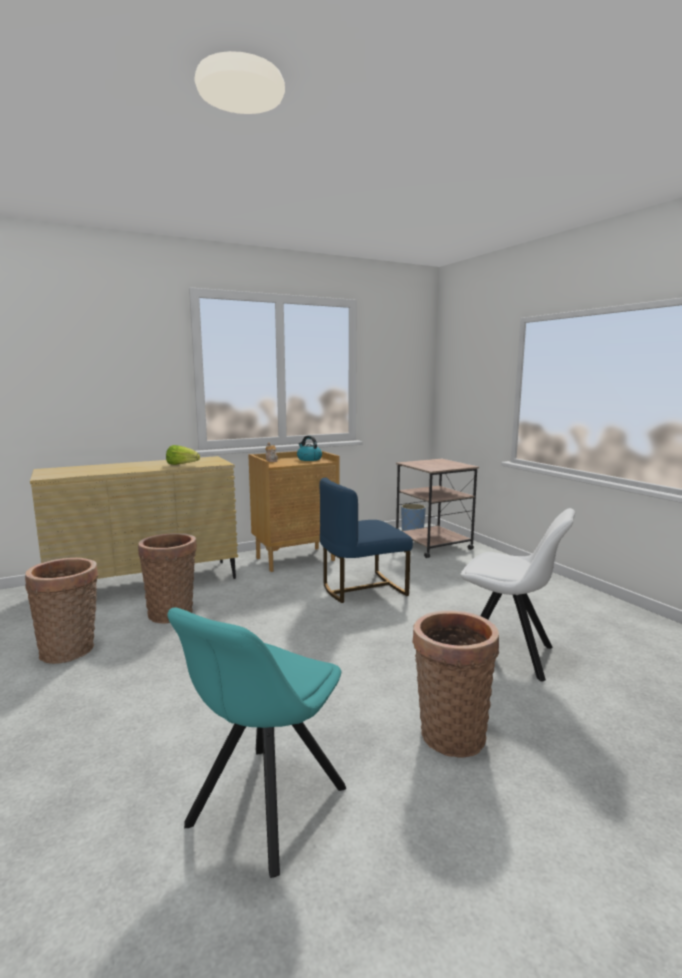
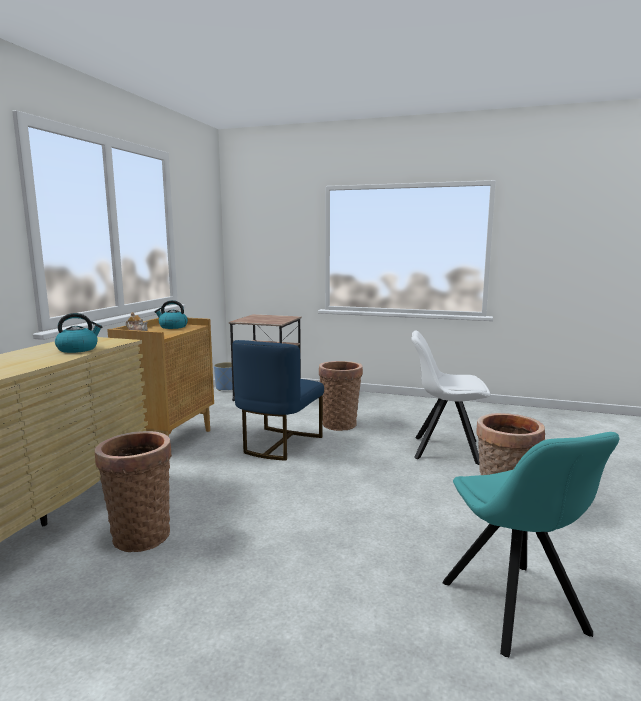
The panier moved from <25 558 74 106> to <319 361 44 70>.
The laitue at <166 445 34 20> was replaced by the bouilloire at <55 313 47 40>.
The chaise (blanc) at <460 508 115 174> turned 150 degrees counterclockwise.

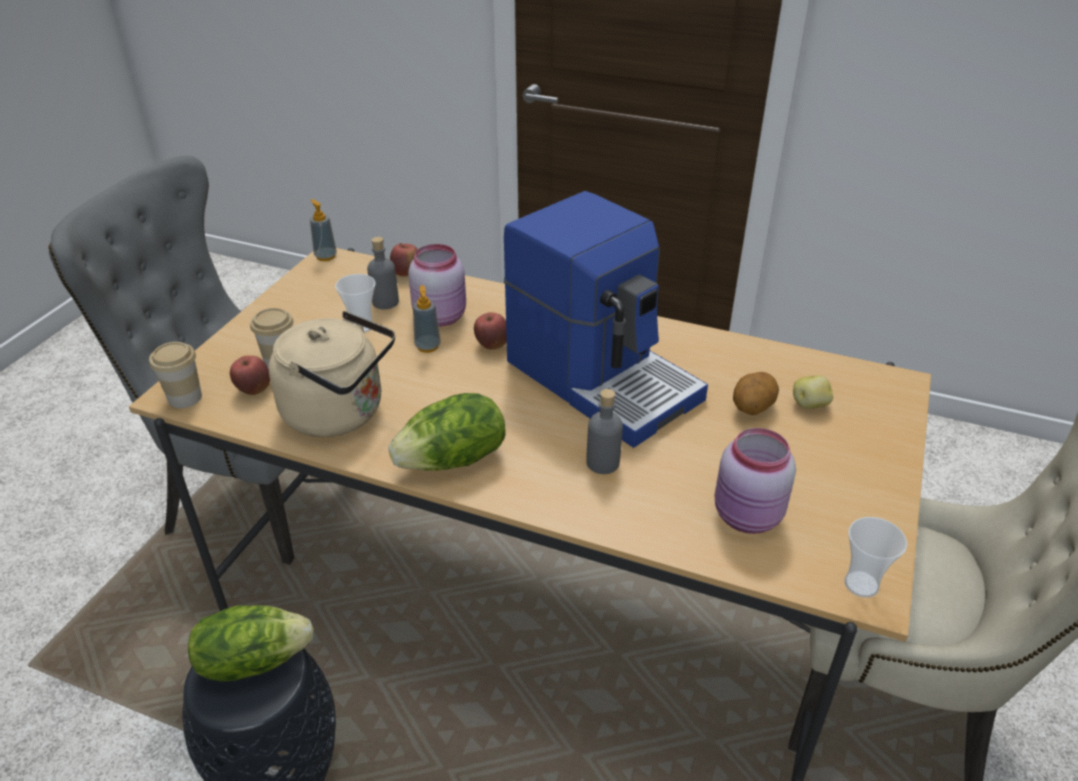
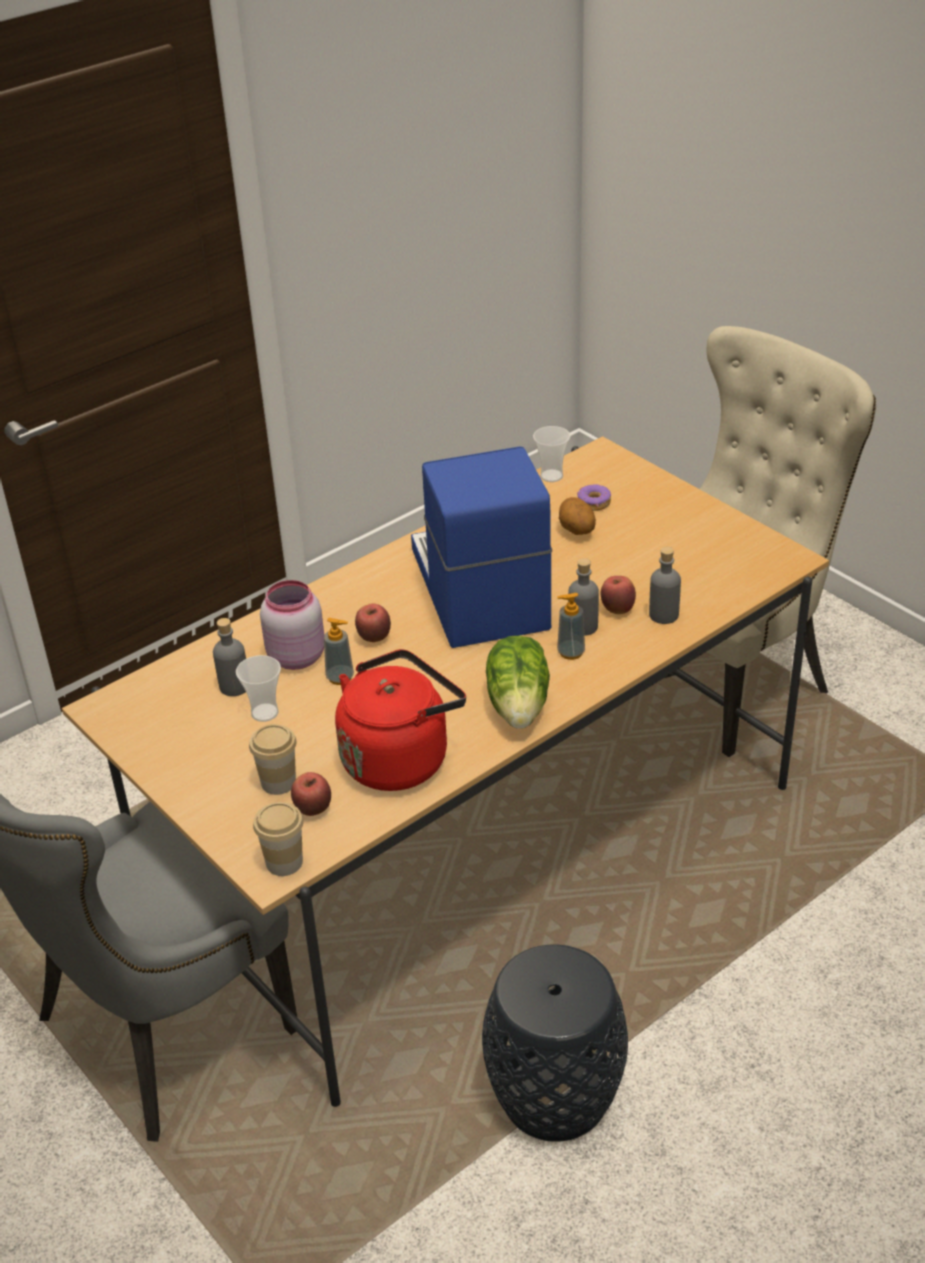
The laitue at <188 605 126 77> disappeared.
The bouilloire (beige) at <268 311 127 126> became the bouilloire (rouge) at <335 649 131 142>.
The distributeur de savon moved from <310 199 27 62> to <557 593 28 67>.
The pomme moved from <390 243 28 34> to <601 576 35 38>.
The machine à café at <504 191 204 257> turned 90 degrees counterclockwise.
The bocal (rose) at <715 428 81 106> disappeared.
The pomme de terre at <793 375 40 34> was replaced by the beignet at <577 484 34 27>.
The tasse moved from <844 517 63 81> to <533 426 37 56>.
The bouteille (gris) at <649 547 32 77> appeared.

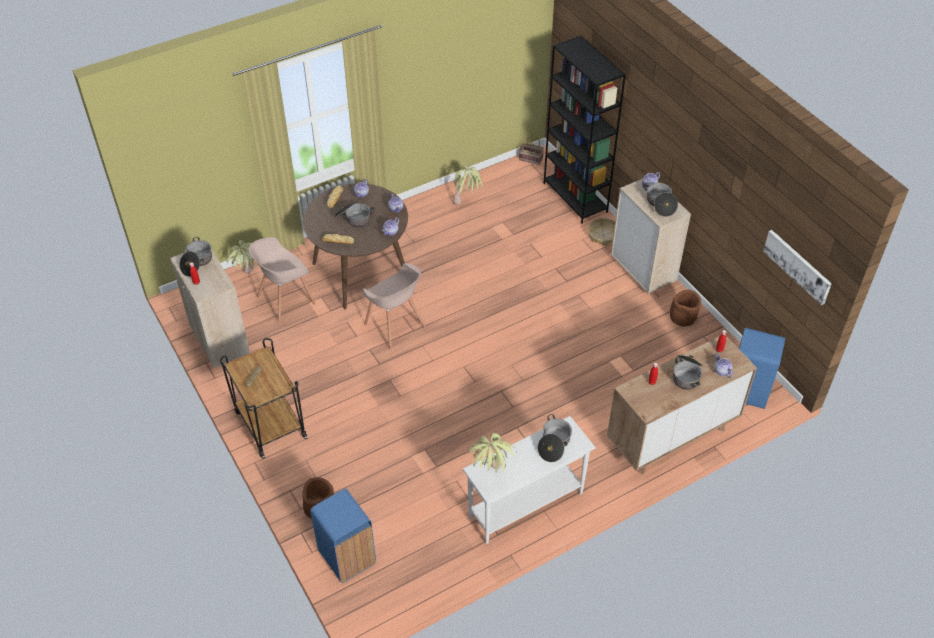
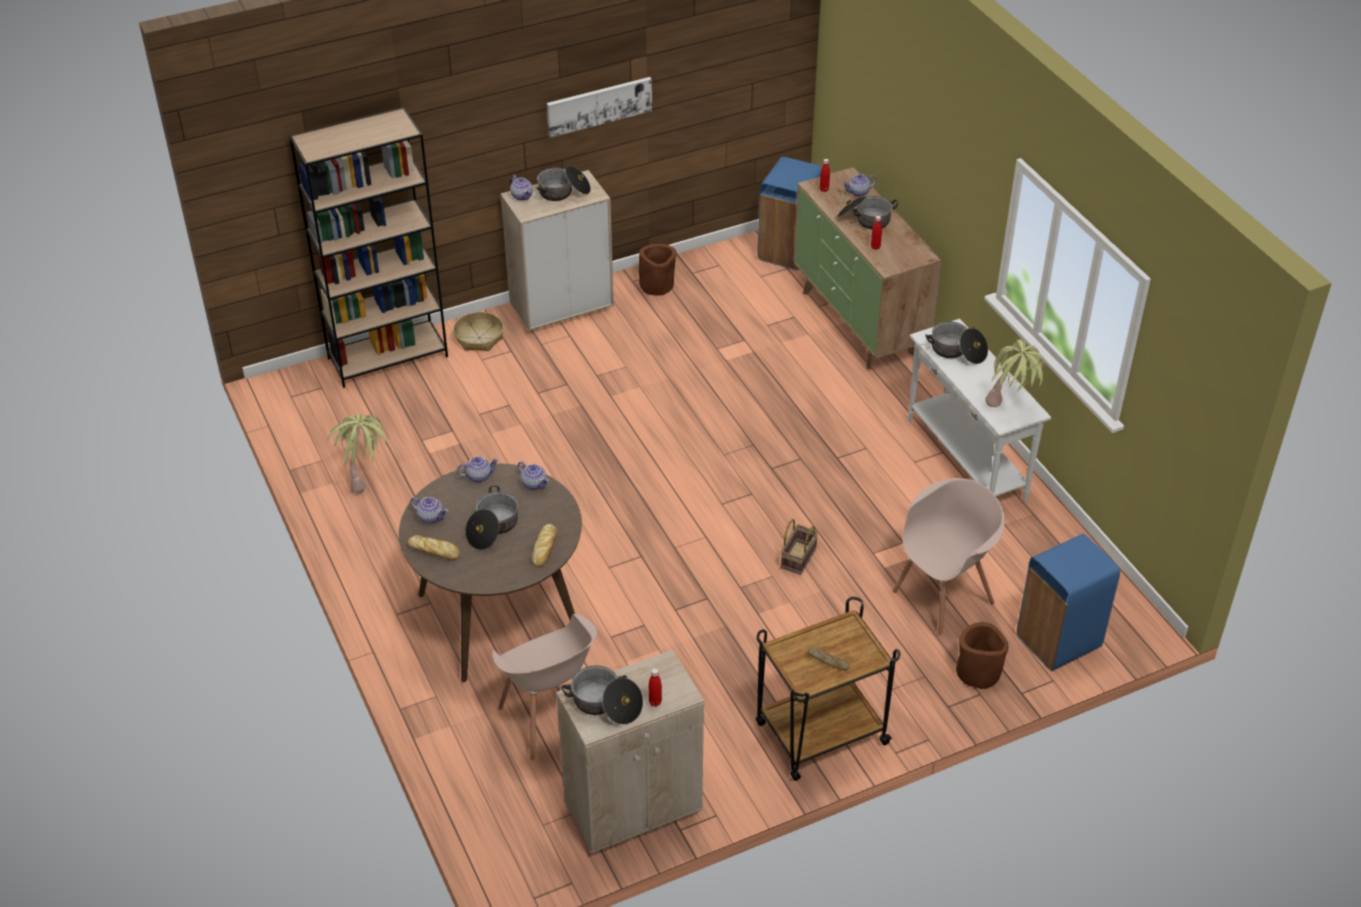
The plante en pot at <226 240 33 34> disappeared.
The chaise (beige) moved from <362 263 63 86> to <893 478 112 156>.
The panier moved from <519 135 25 30> to <781 519 37 56>.
The bibliothèque (noir) at <543 36 83 188> became the bibliothèque (beige) at <289 107 159 281>.
The tableau moved from <763 230 69 75> to <547 77 105 61>.

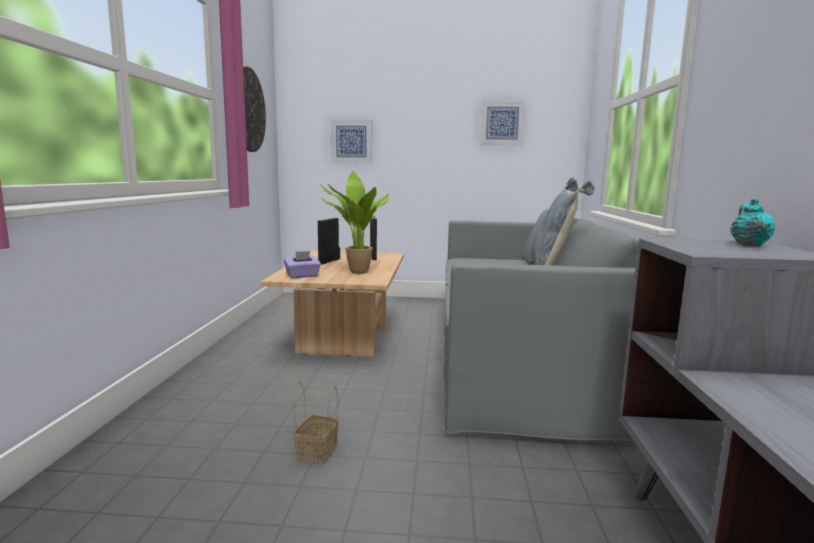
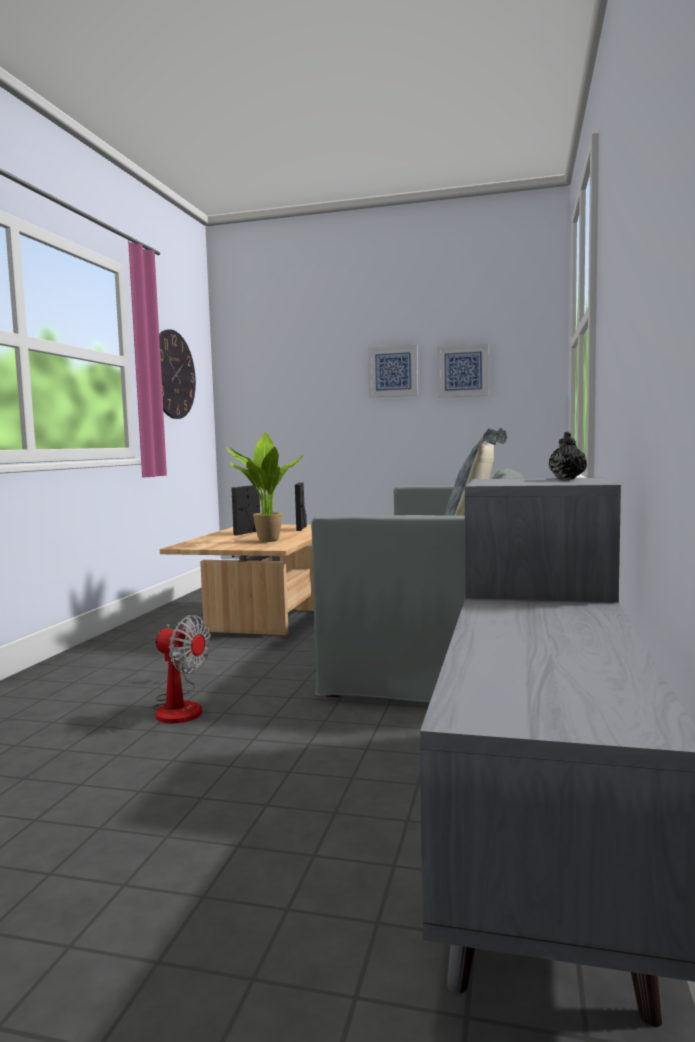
The boîte à mouchoirs (violet) at <284 251 37 27> disappeared.
The panier at <293 380 46 85> was replaced by the ventilateur at <152 615 59 109>.
The tableau moved from <330 119 42 44> to <368 345 50 53>.
The théière (turquoise) at <730 198 45 48> became the théière (noir) at <549 432 38 48>.

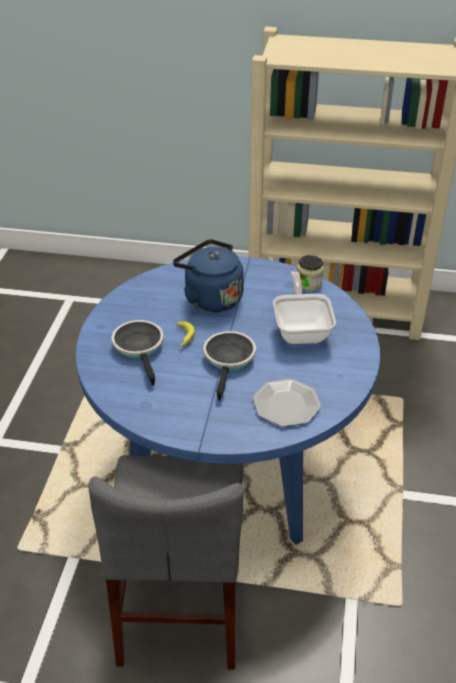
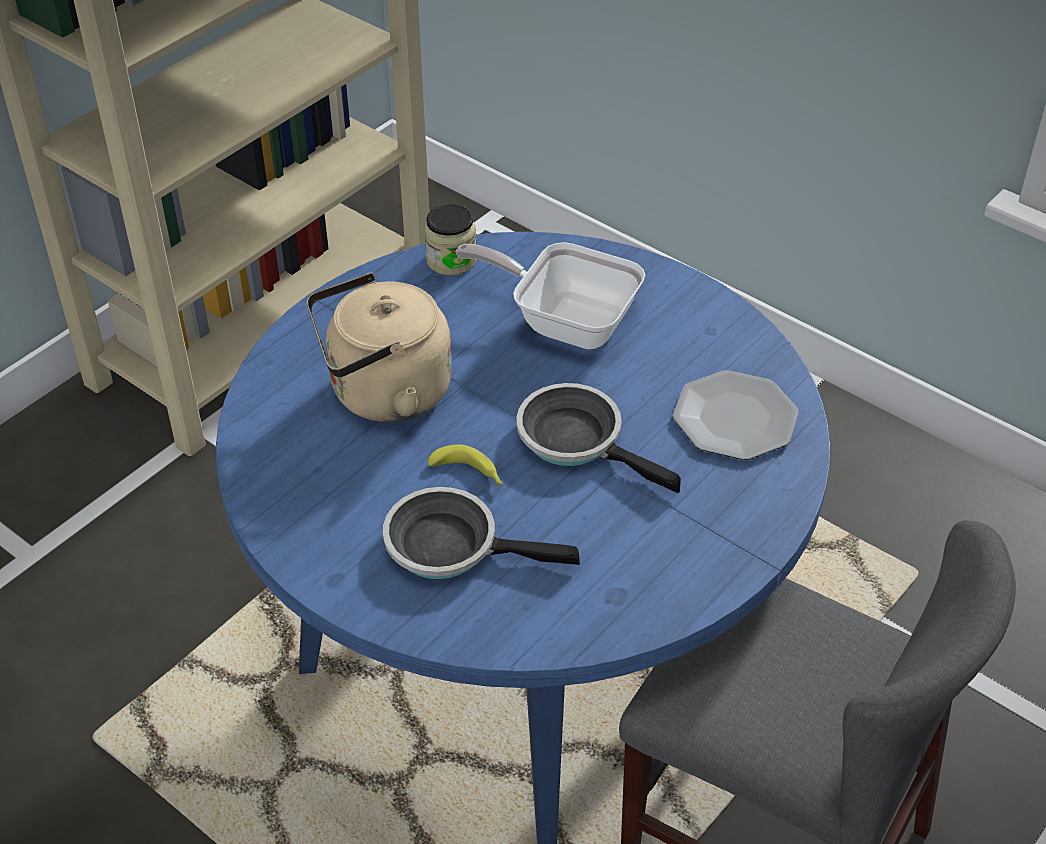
The bouilloire (bleu) at <173 239 71 73> became the bouilloire (beige) at <307 273 145 149>.

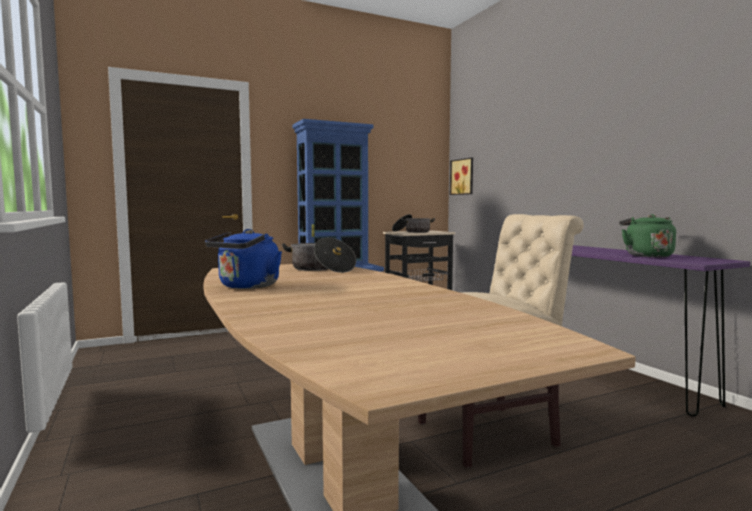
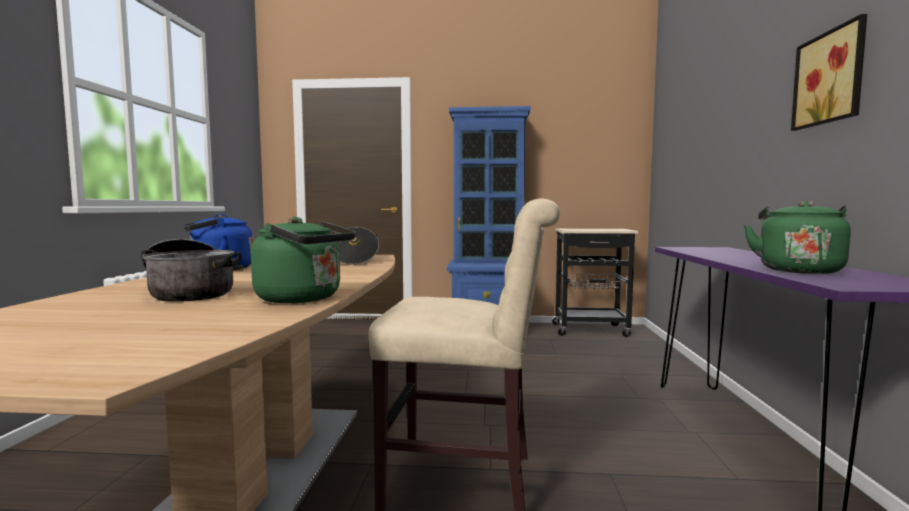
The marmite moved from <392 214 43 19> to <141 239 100 63>.
The tableau moved from <450 157 23 38> to <791 14 76 117>.
The bouilloire (vert) at <251 217 105 86> appeared.

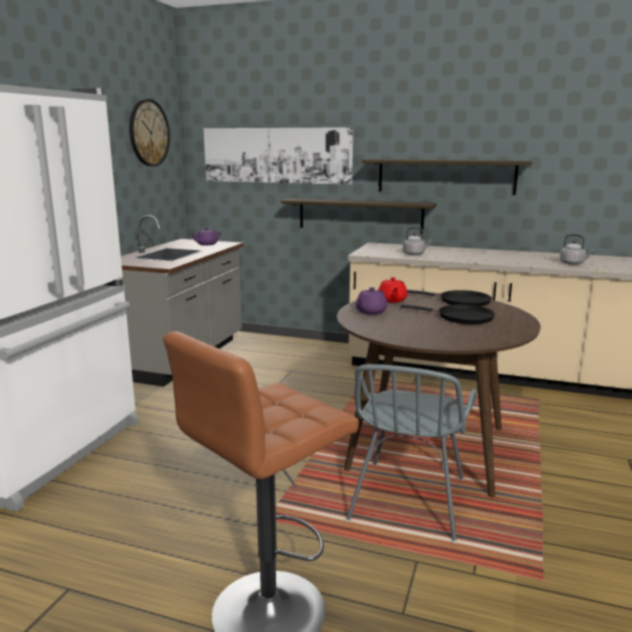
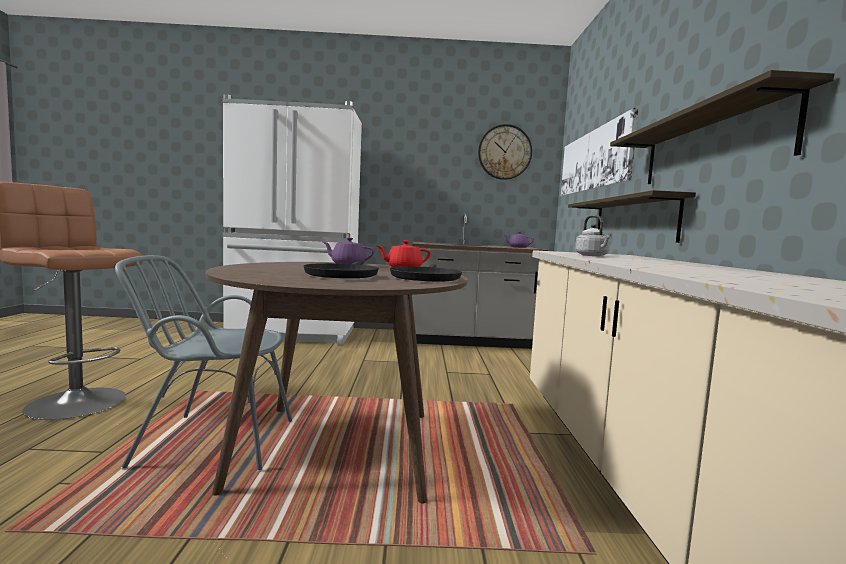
The bouilloire (gris) at <560 234 34 31> disappeared.

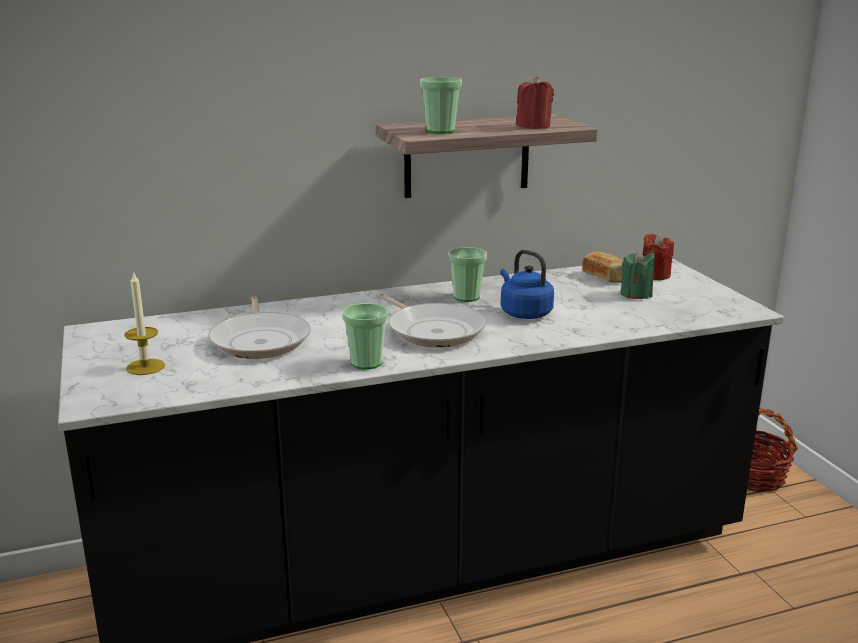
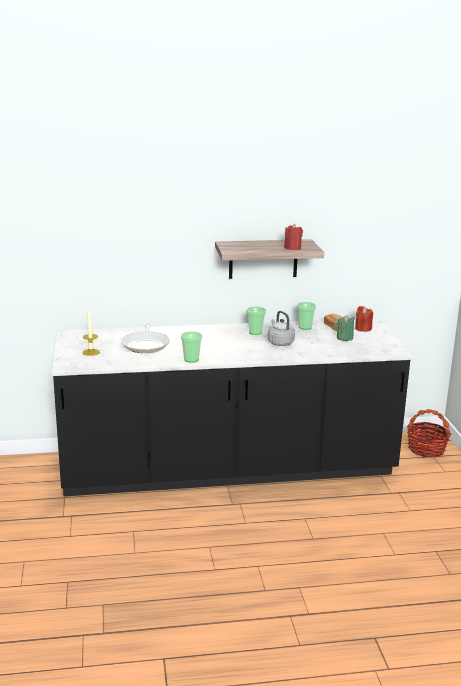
The poêle at <378 293 108 54> disappeared.
The tasse moved from <420 77 42 57> to <297 302 19 28>.
The bouilloire (bleu) at <500 250 54 69> became the bouilloire (gris) at <268 311 27 35>.

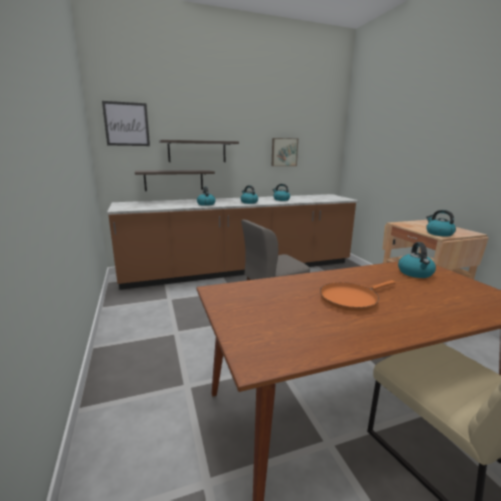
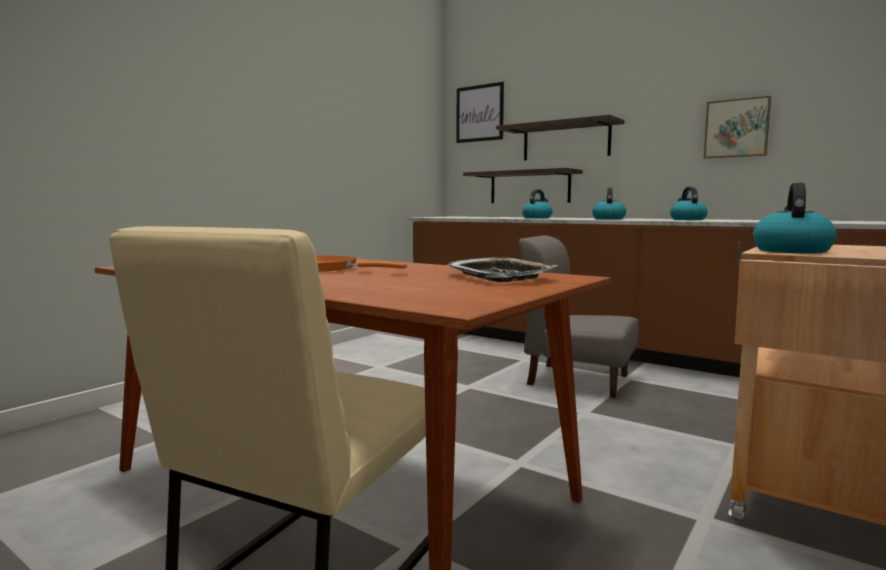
The bouilloire at <398 242 38 36> was replaced by the plateau at <447 257 111 25>.

